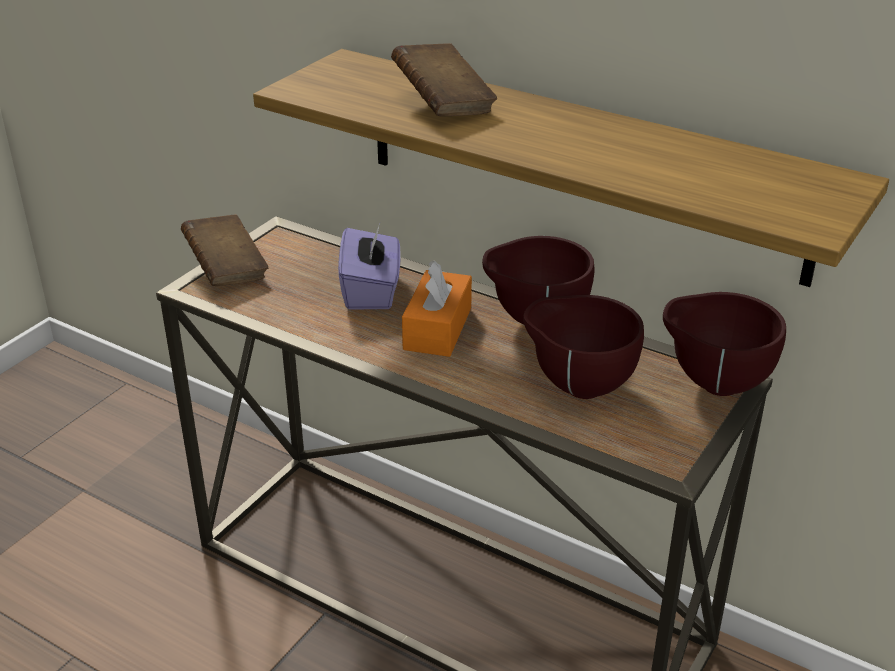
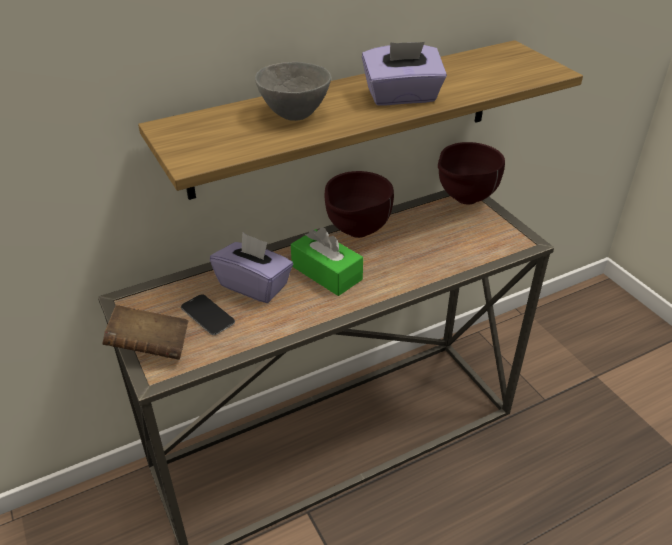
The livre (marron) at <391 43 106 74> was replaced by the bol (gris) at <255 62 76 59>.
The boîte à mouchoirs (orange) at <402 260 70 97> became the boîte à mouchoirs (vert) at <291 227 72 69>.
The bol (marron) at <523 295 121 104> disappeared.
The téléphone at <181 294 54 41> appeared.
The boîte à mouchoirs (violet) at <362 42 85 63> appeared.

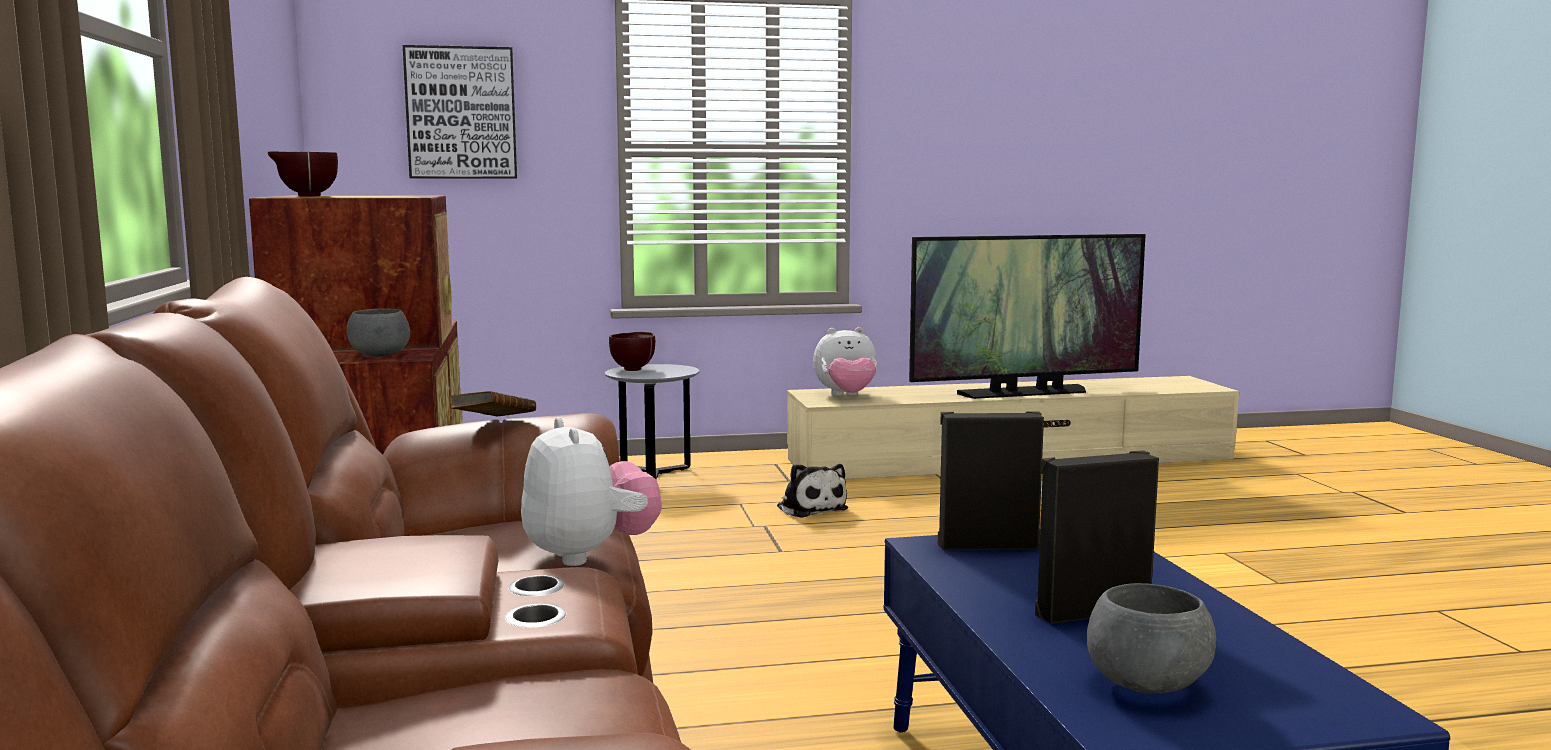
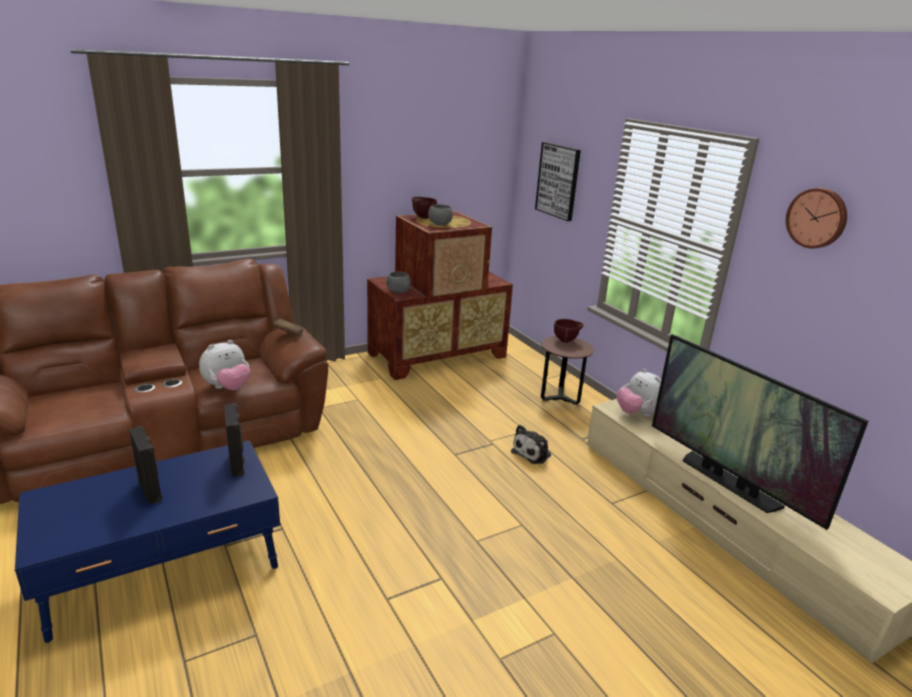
The table d'appoint (gris) at <605 364 95 115> became the table d'appoint (marron) at <541 336 53 69>.
The bol (gris) moved from <1087 583 129 111> to <428 204 25 22>.
The horloge murale at <786 188 61 60> appeared.

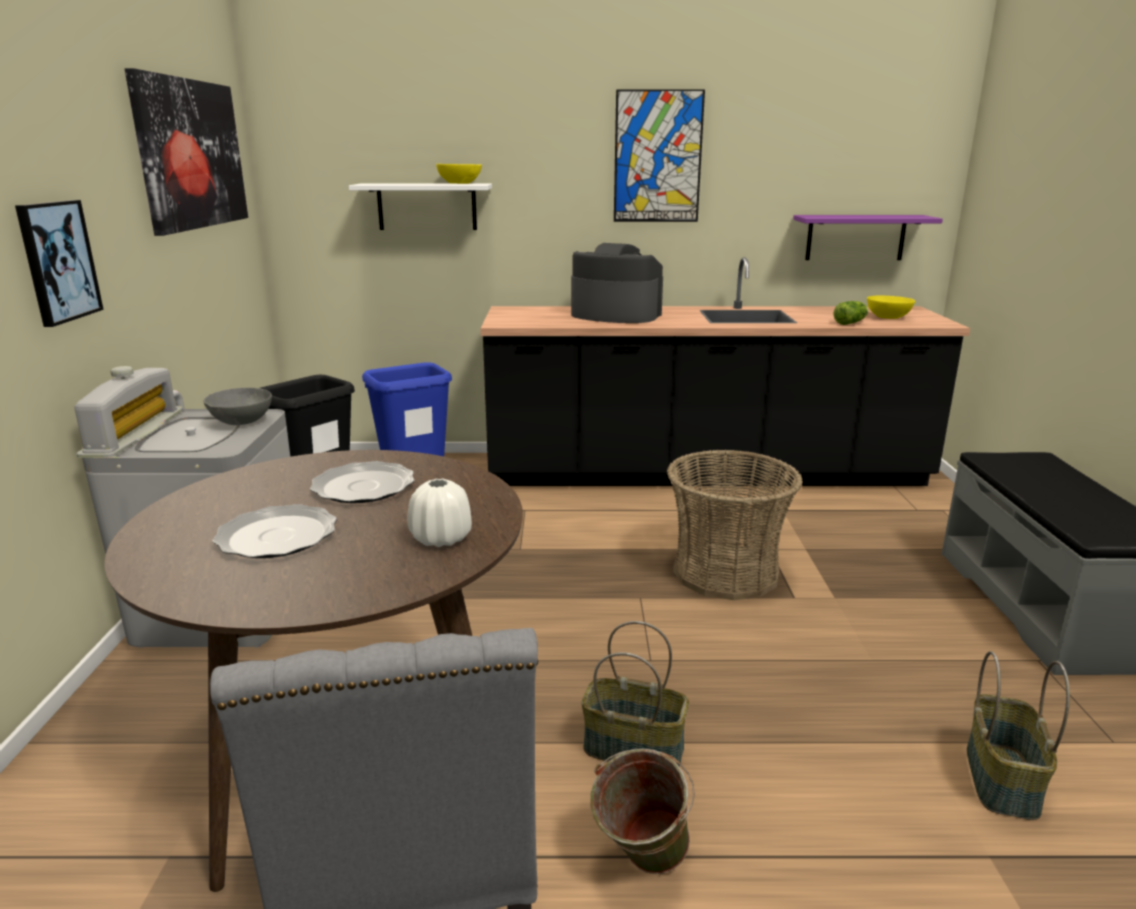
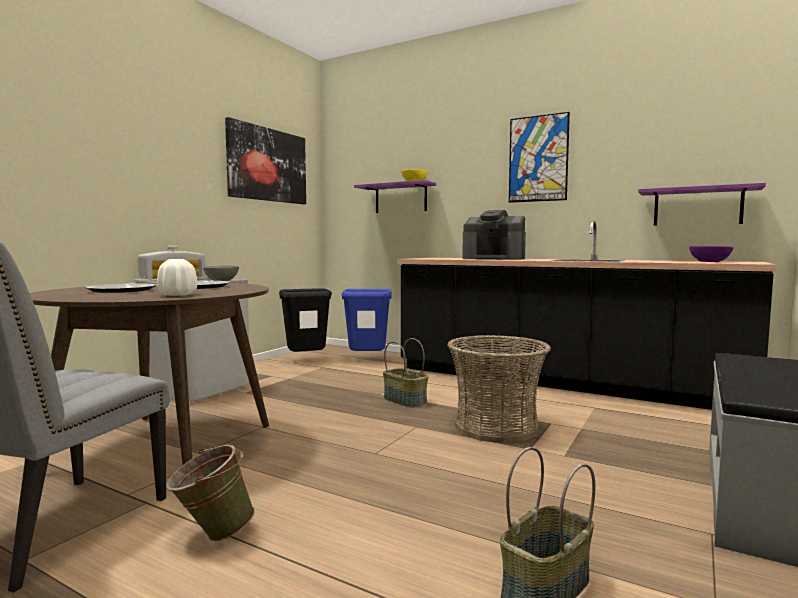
The tableau at <15 200 89 127> disappeared.
The étagère (blanc) at <349 184 143 46> became the étagère (violet) at <354 180 82 33>.
The machine à café at <571 243 92 80> turned 150 degrees clockwise.
The panier moved from <581 621 108 146> to <383 338 45 70>.
The laitue at <834 301 35 24> disappeared.
The bol (jaune) at <867 296 48 23> became the bol (violet) at <689 246 45 16>.

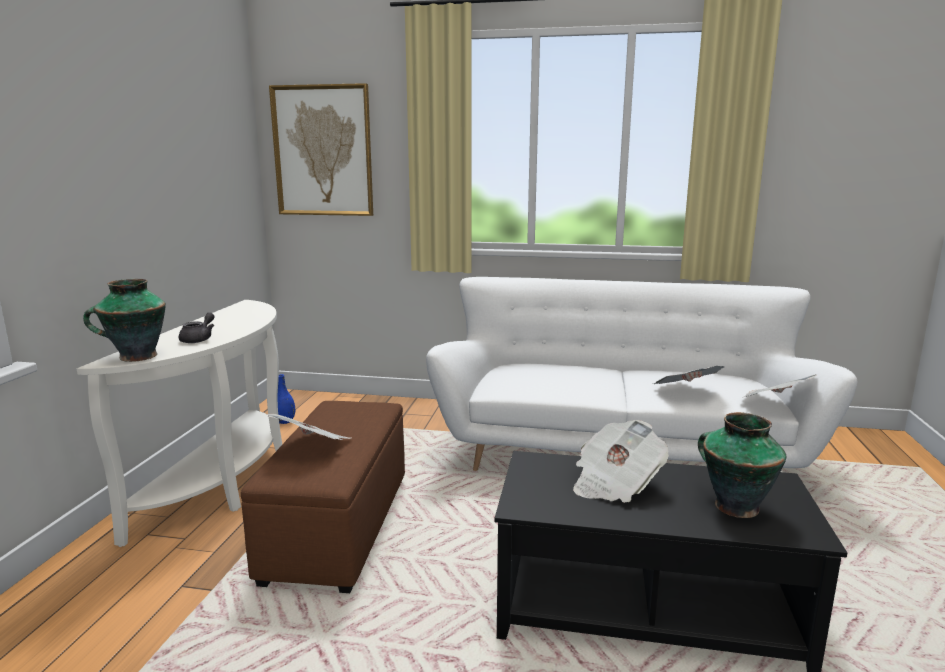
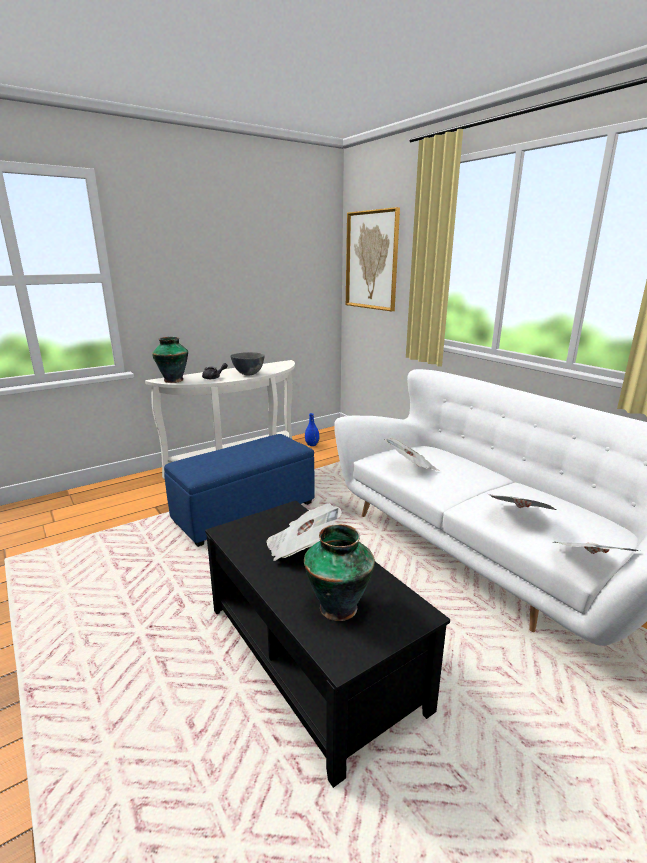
The pouf (marron) at <241 401 164 192> became the pouf (bleu) at <164 434 151 113>.
The journal moved from <266 414 85 26> to <384 438 56 33>.
The bol (gris) at <230 352 35 24> appeared.

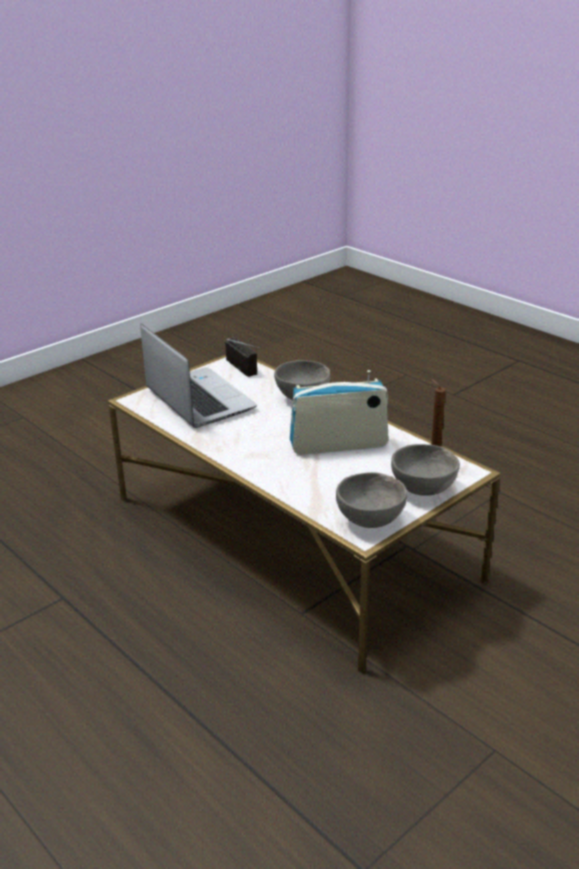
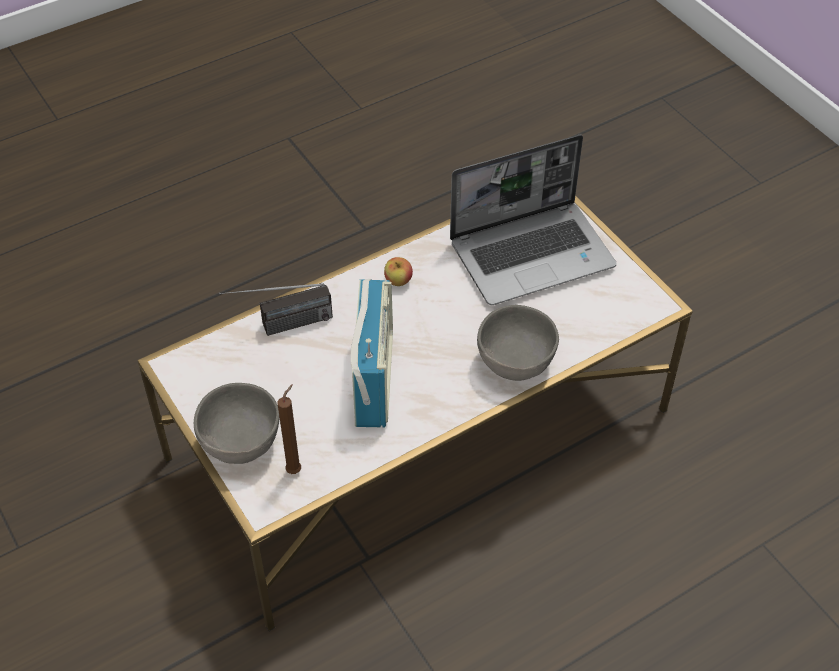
The radio moved from <225 337 35 40> to <219 283 114 53>.
The bol (gris) at <336 472 71 56> disappeared.
The pomme at <384 257 29 29> appeared.

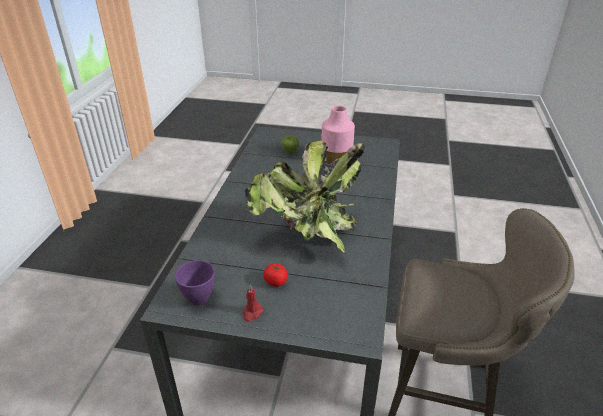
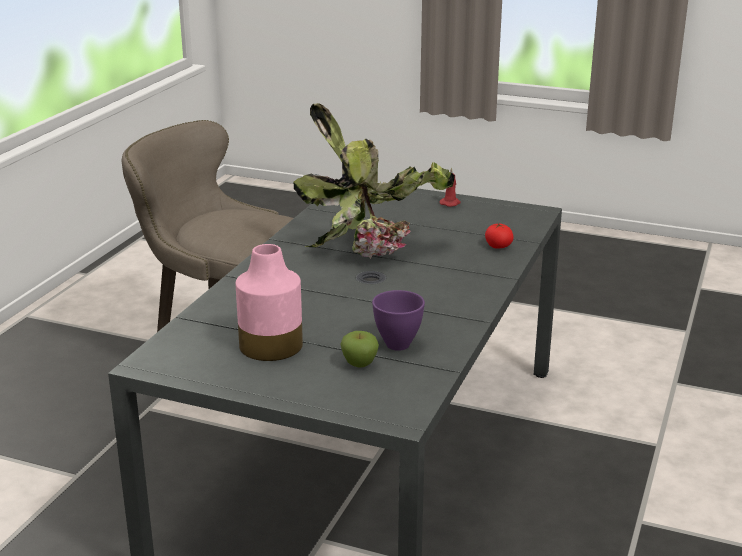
The bol (violet) moved from <175 260 40 46> to <372 290 53 61>.
The tomate moved from <264 263 24 24> to <485 223 28 26>.

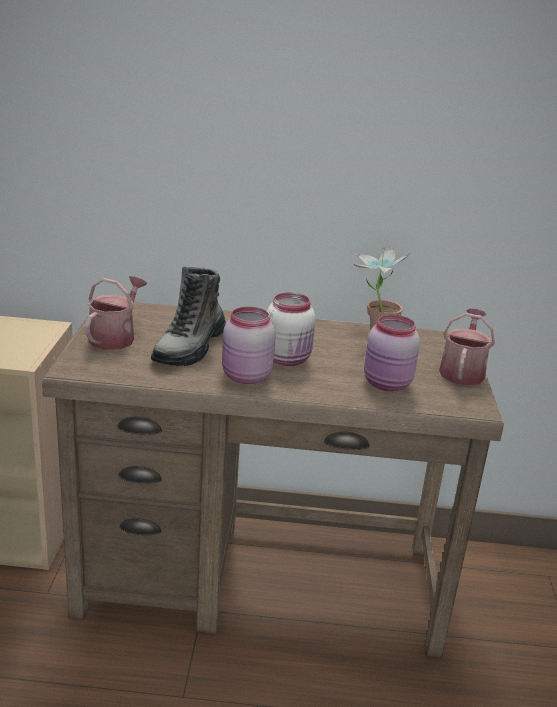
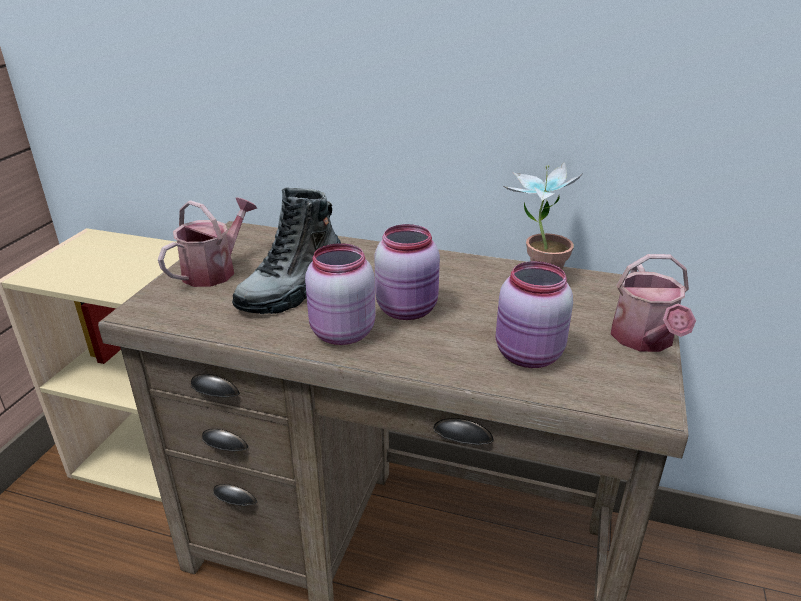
The bocal (blanc) at <267 292 48 74> became the bocal (rose) at <374 224 66 96>.
The arrosoir at <439 308 56 78> turned 150 degrees clockwise.

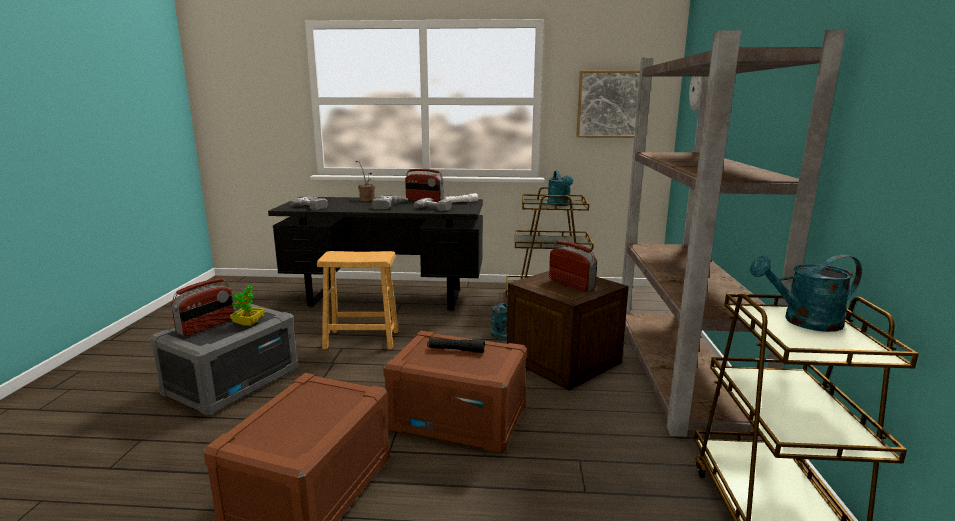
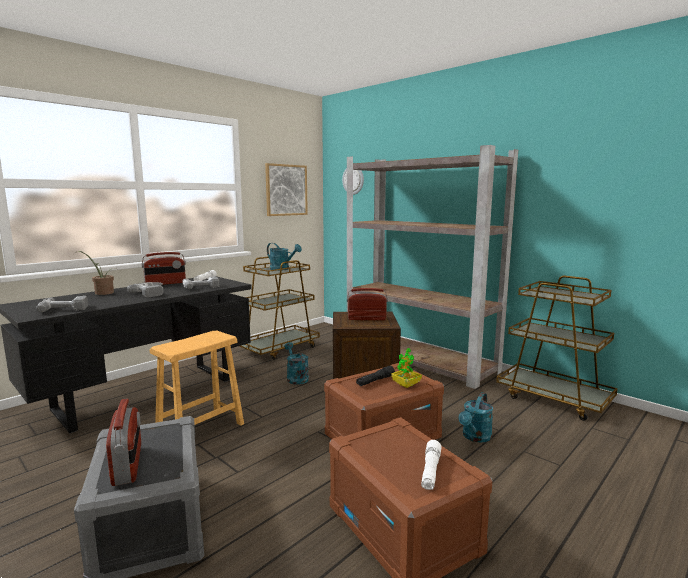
The plante en pot moved from <230 285 35 41> to <392 348 30 40>.
The arrosoir (turquoise) moved from <750 255 112 77> to <459 392 34 51>.
The lampe de poche (blanc) at <421 440 20 50> appeared.

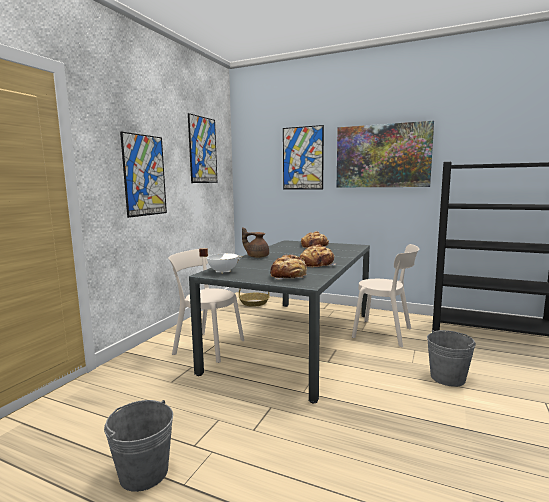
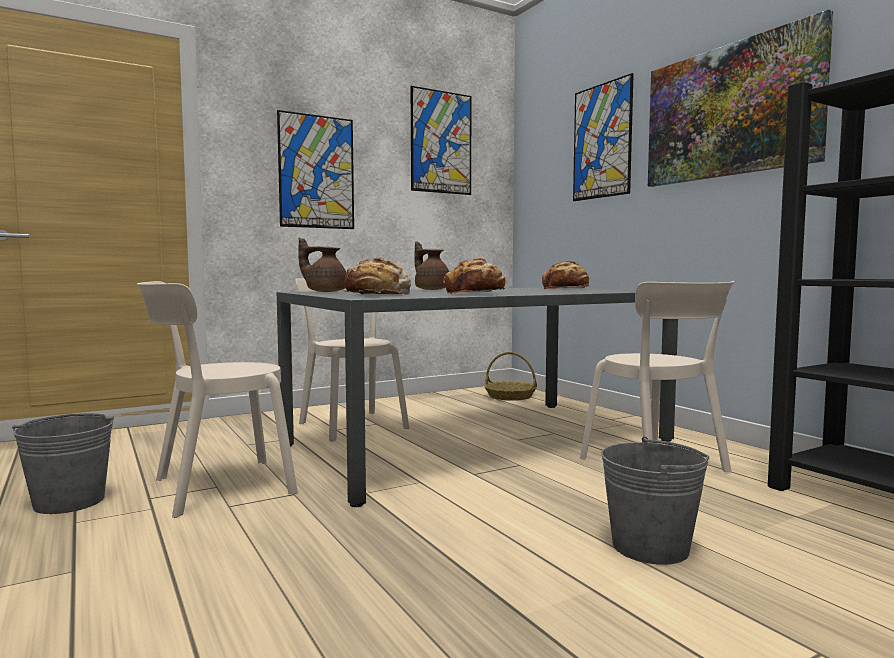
The marmite (blanc) at <199 249 43 25> was replaced by the théière (marron) at <298 237 48 55>.
The chaise (beige) at <137 281 161 237> appeared.

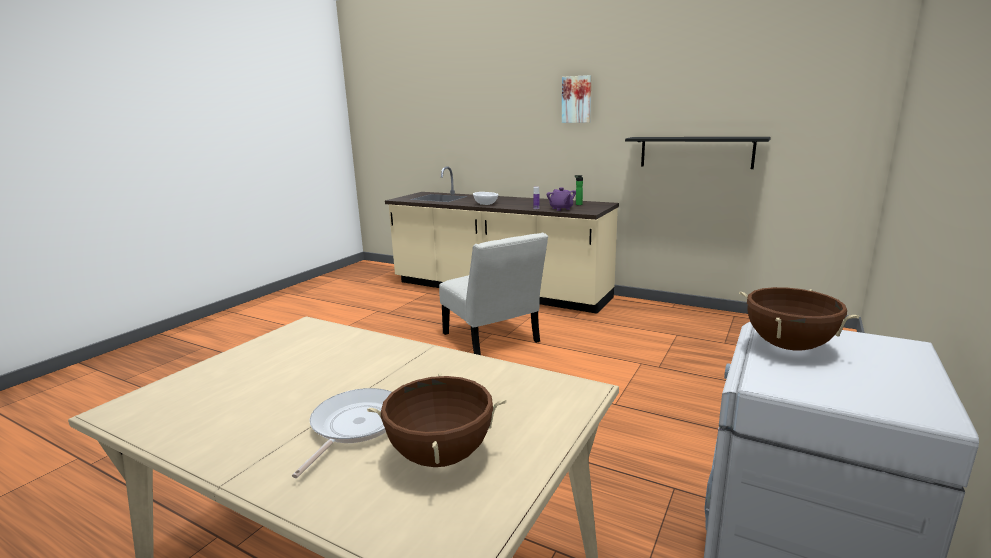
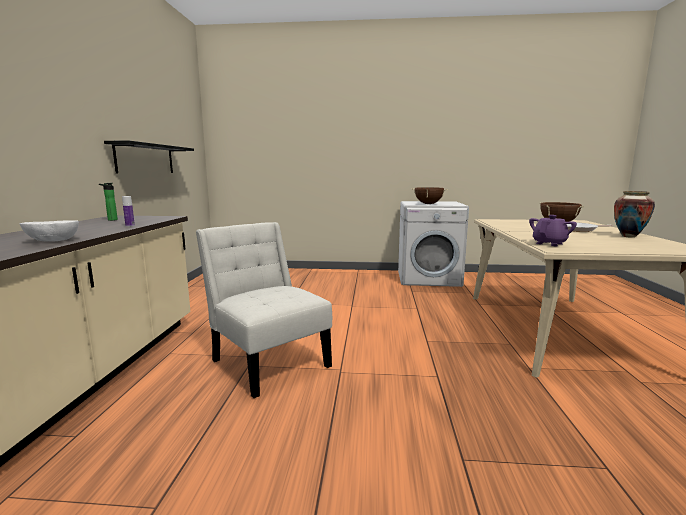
The chaise (blanc) at <439 233 109 122> turned 75 degrees counterclockwise.
The théière (violet) moved from <547 188 29 23> to <529 215 48 31>.
The tableau at <562 75 29 48> disappeared.
The vase at <614 191 41 47> appeared.

